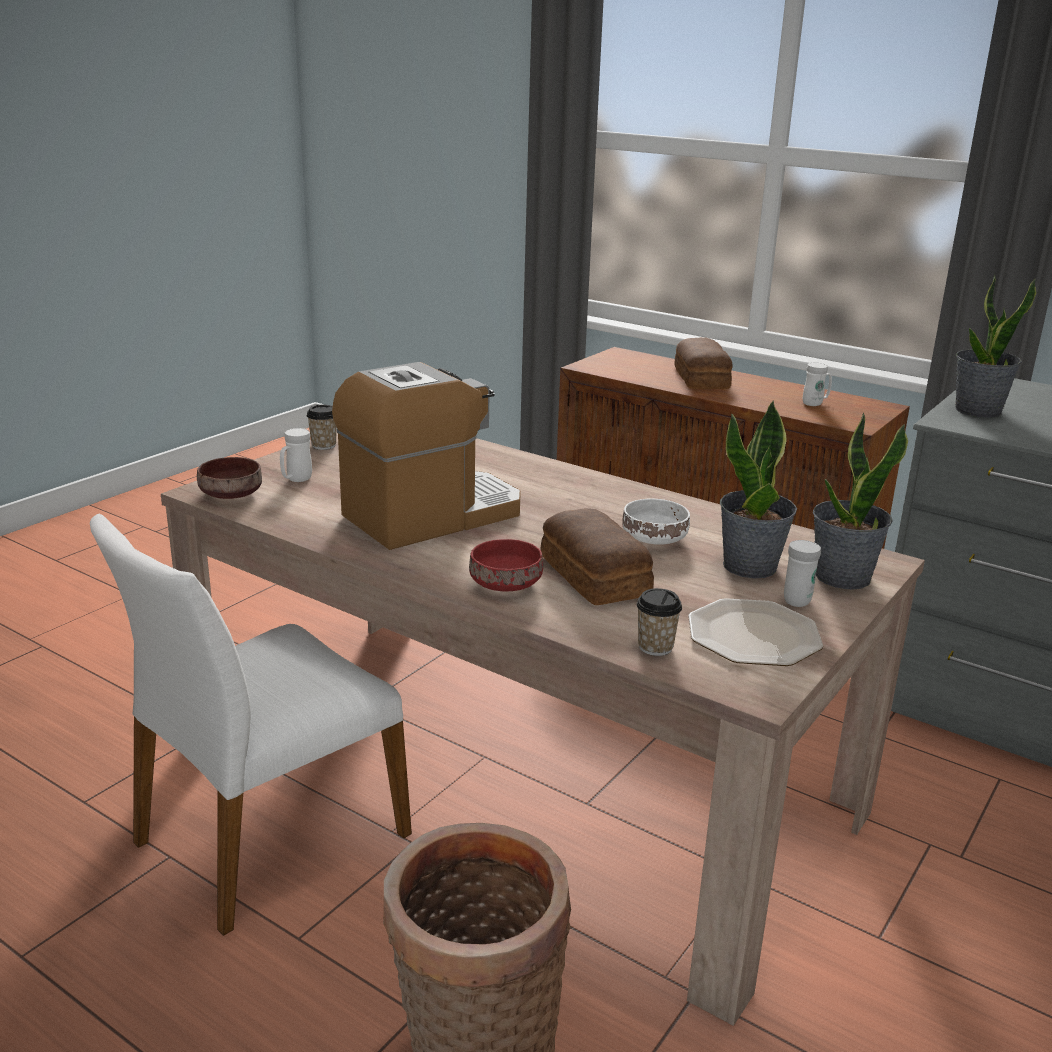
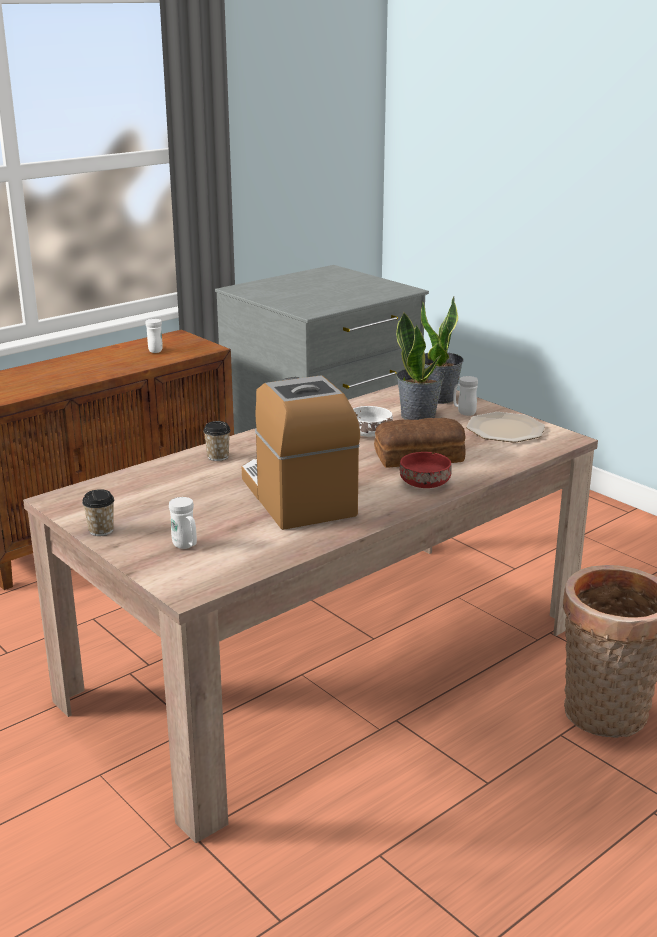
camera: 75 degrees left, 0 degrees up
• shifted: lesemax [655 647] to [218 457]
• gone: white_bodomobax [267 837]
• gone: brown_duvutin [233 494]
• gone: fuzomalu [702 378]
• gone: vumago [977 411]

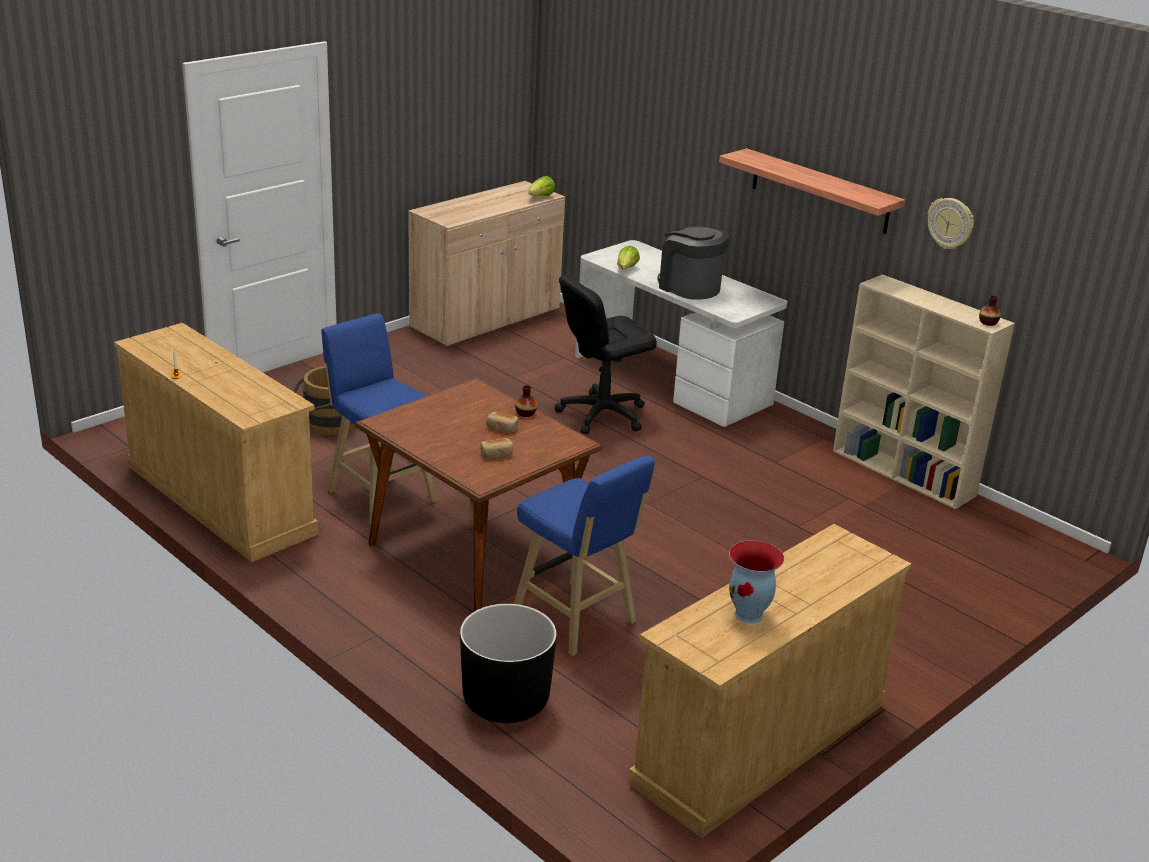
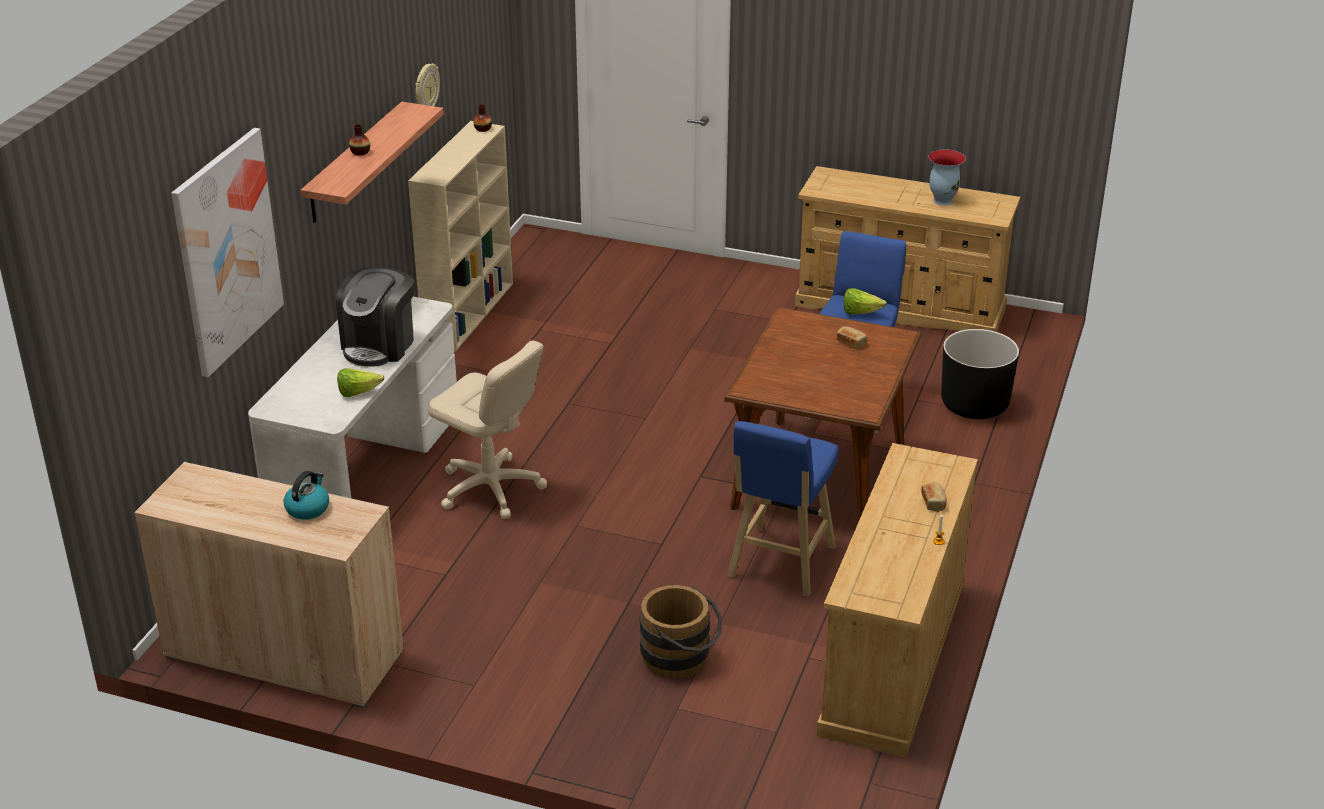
camera: 115 degrees left, 5 degrees up
• new: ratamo [226 251]
• new: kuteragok [308 508]
• shifted: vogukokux [525 413] to [360 152]
• repainted: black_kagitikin [602 414] to beige_kagitikin [490 488]
• shifted: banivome [540 197] to [860 312]
• shifted: fuzomalu [502 428] to [934 502]

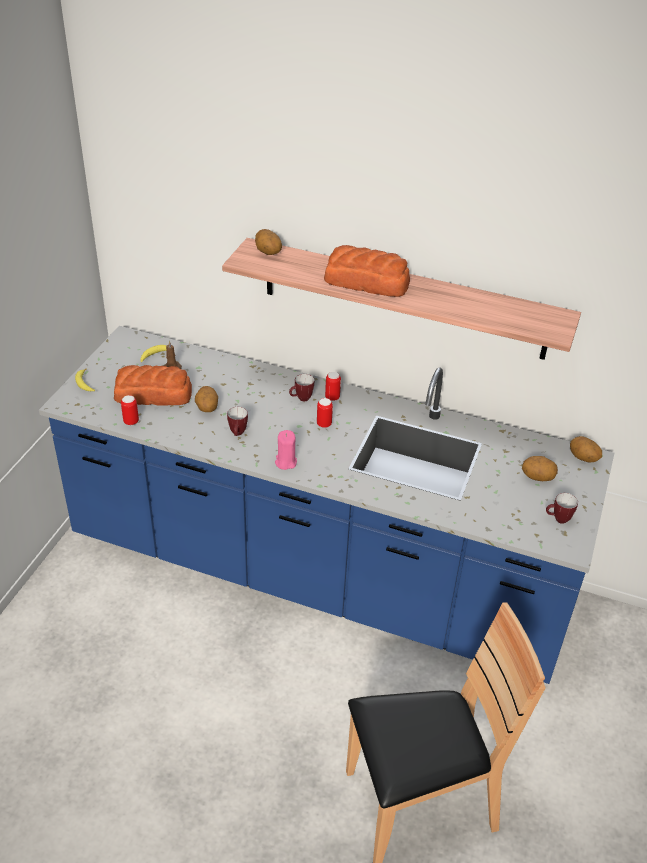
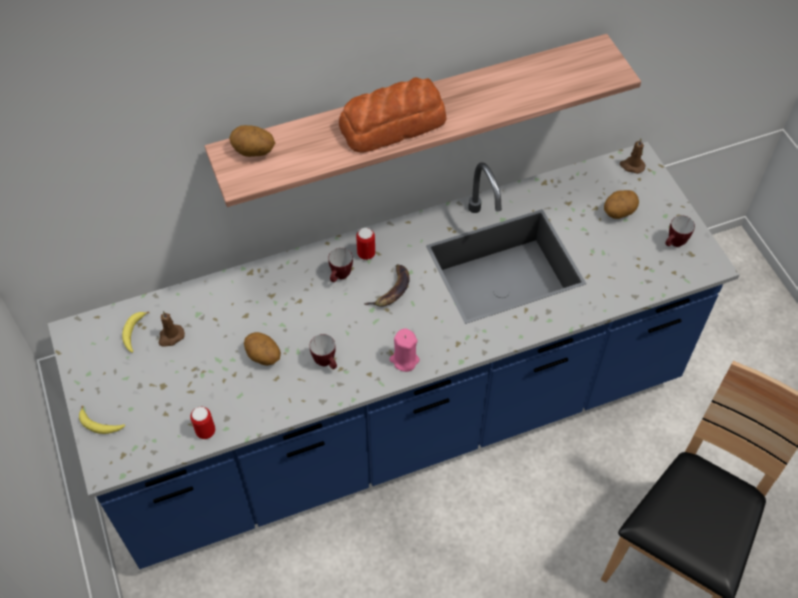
camera: 40 degrees left, 15 degrees up
• swapped: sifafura [324 424] to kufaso [391 290]
• swapped: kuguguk [583 458] to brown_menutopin [632 166]
• gone: fuzomalu [154 394]

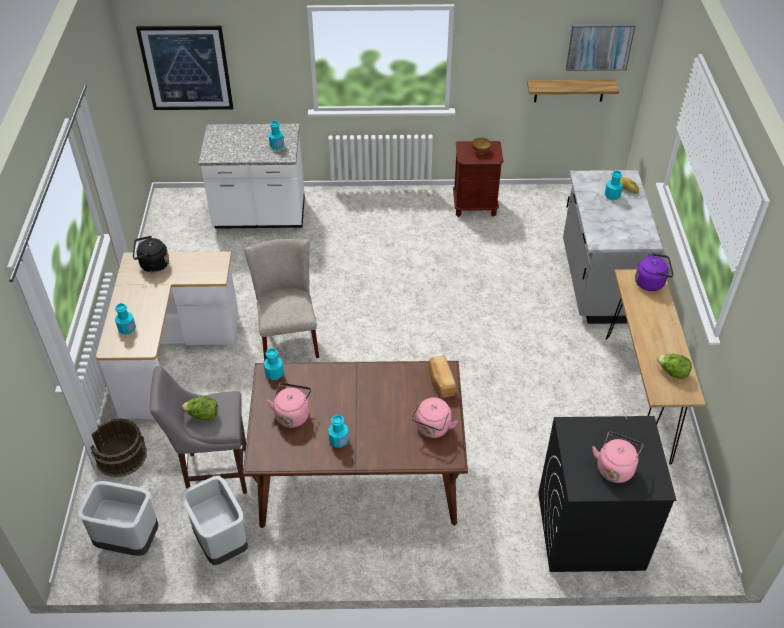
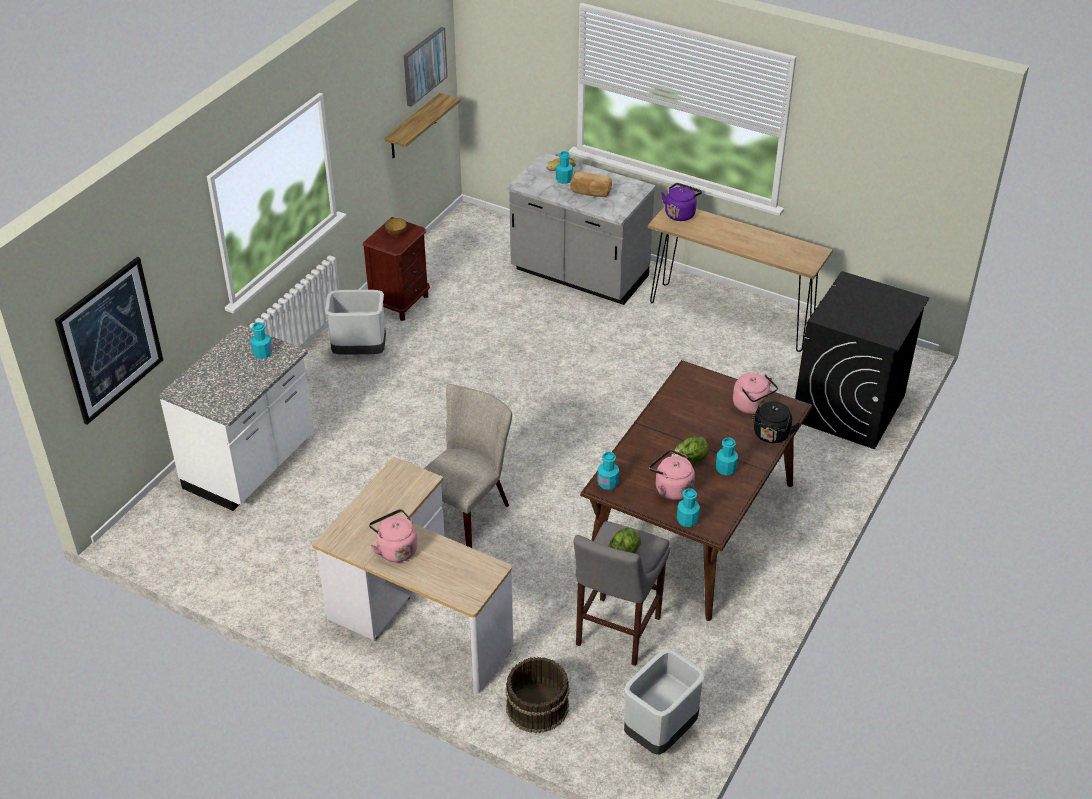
camera: 60 degrees left, 5 degrees down
• shifted: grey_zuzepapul [220 543] to [359 353]
• shifted: pink_kuteragok [615 467] to [395 549]
• rotated: beige_bodomobax [288 336] = [467 510] 105 degrees clockwise
• shifted: fuzomalu [440 382] to [590 192]
• shifted: banivome [672 372] to [689 460]
• shifted: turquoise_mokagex [127 329] to [687 520]
• shifted: black_kuteragok [152 265] to [771 436]

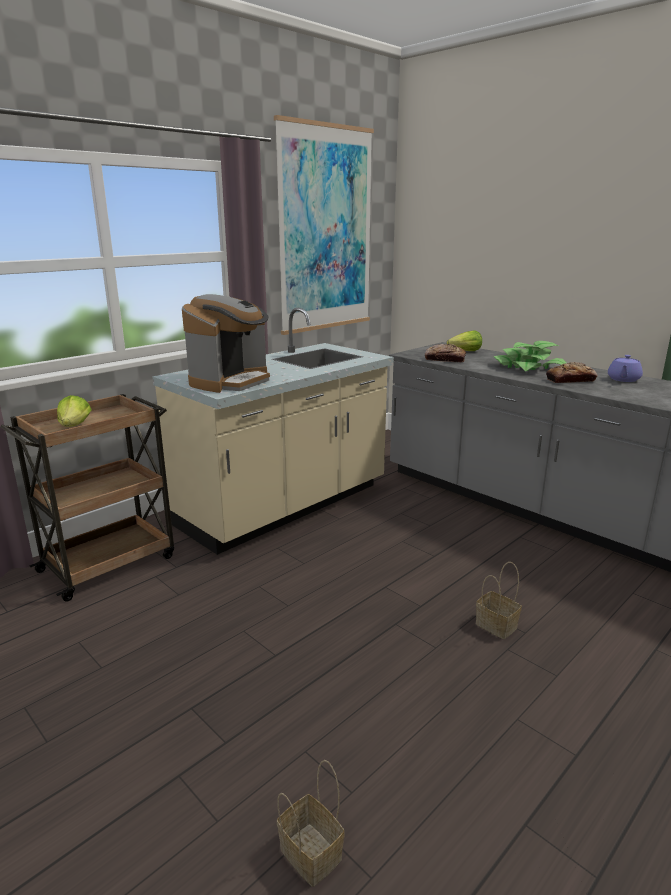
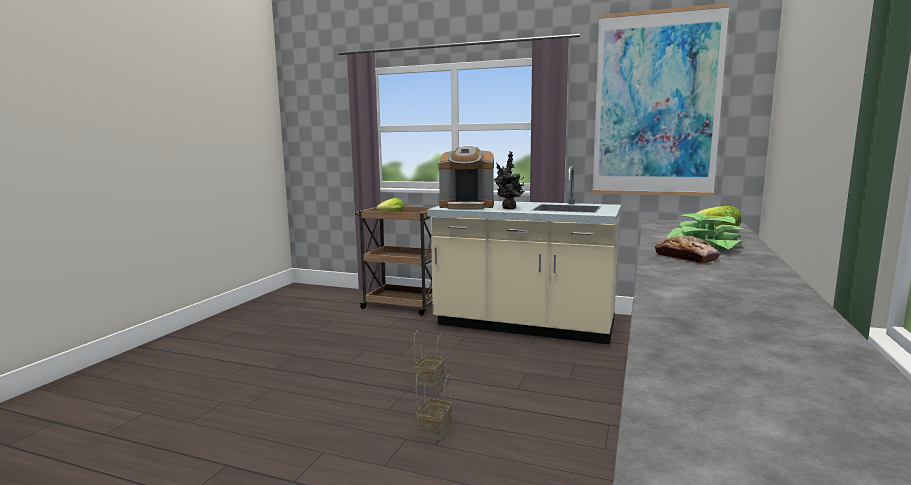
camera: 65 degrees right, 10 degrees down
• shifted: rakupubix [308 853] to [429 380]
• new: vumago [508 208]
• gone: fuzomalu [445 359]
• gone: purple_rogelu [623 379]

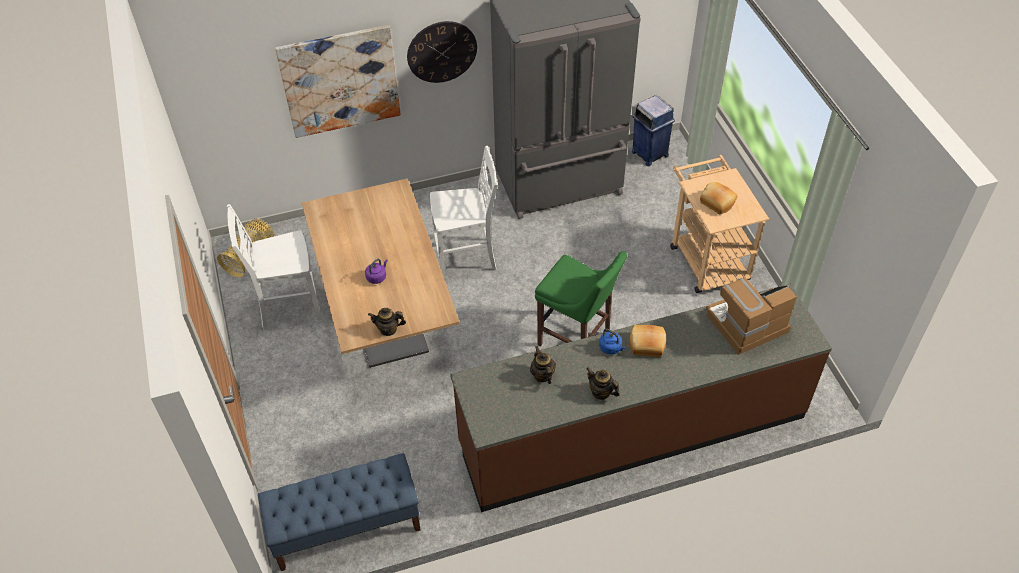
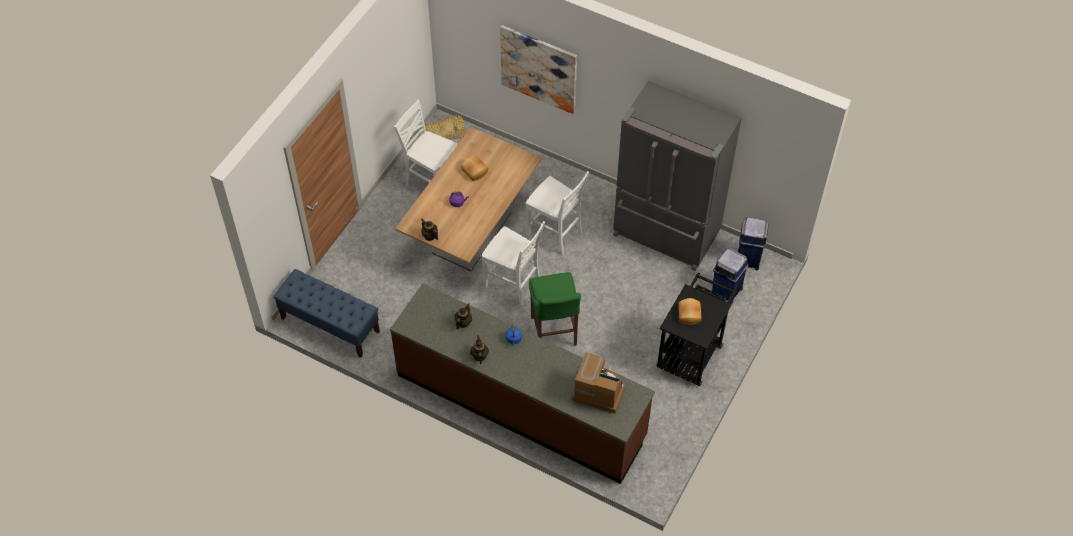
camera: 45 degrees right, 5 degrees up
• shifted: fuzomalu [647 346] to [474 171]
• new: white_bodomobax [513 284]
• repainted: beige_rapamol [706 257] to black_rapamol [692 351]
• new: blue_zuzepapul [726 290]
• gone: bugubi [442 52]

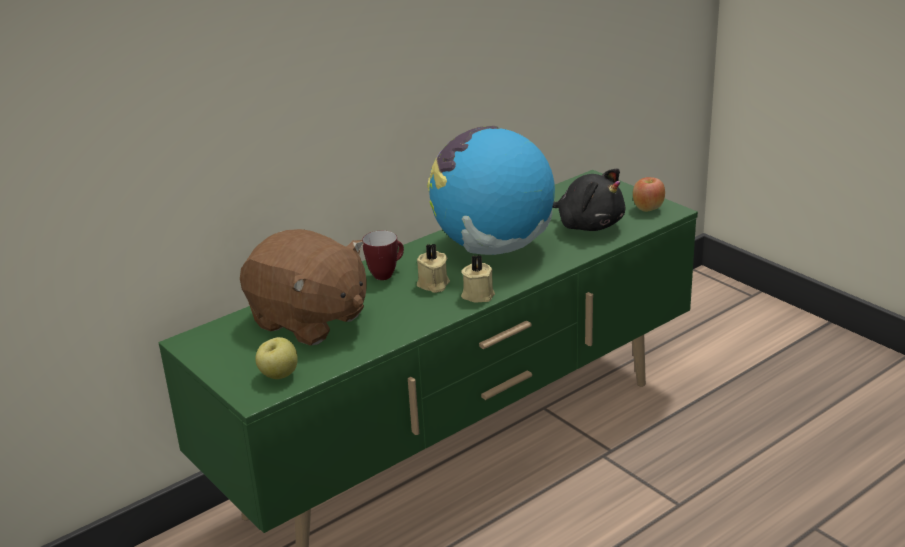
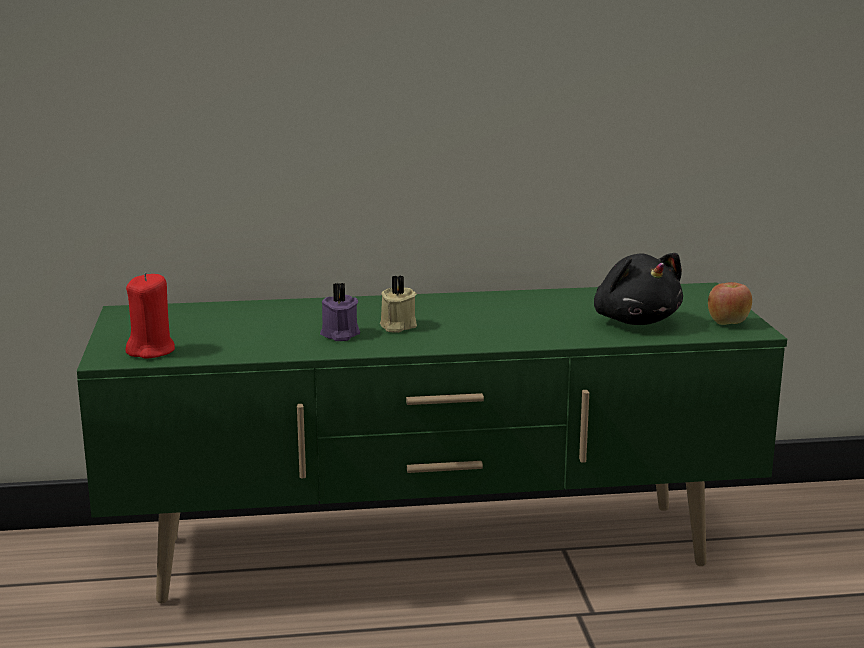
camera: 30 degrees right, 10 degrees down
• swapped: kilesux [279 375] to red_menutopin [151 351]
• new: purple_menutopin [339 335]
• gone: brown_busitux [309 320]
• gone: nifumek [386 274]
• gone: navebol [493 248]
• gone: beige_menutopin [477 294]

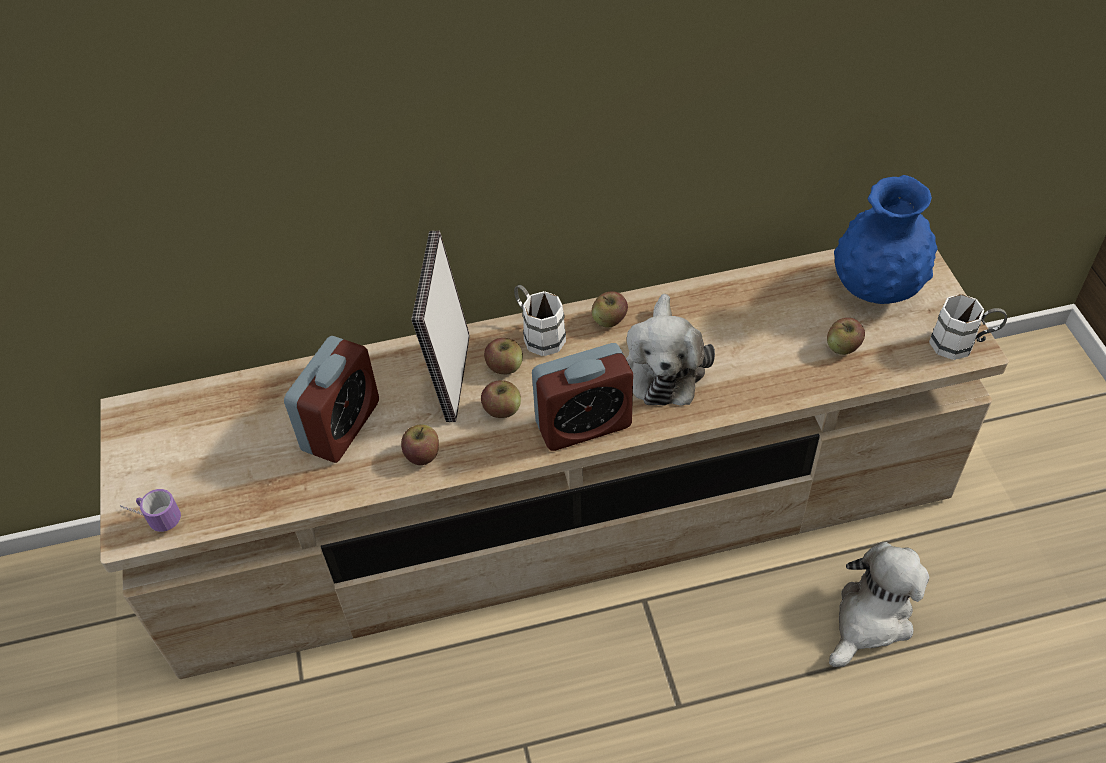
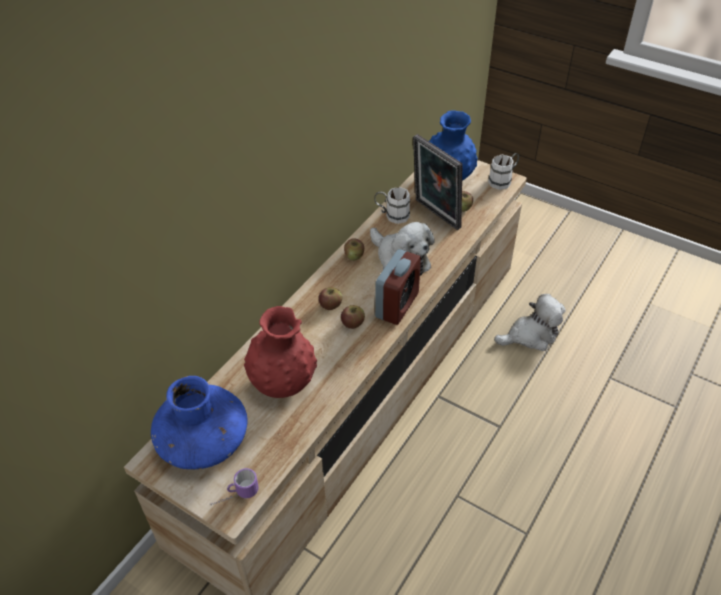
camera: 45 degrees left, 5 degrees down
• new: blue_vogukokux [203 441]
• swapped: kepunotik [341 426] to red_vogukokux [283 383]
• shifted: white_nifumek [538 334] to [392 215]
• shifted: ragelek [450 377] to [435 215]
• rotated: busitux [871 618] = [531 335] 75 degrees clockwise
• gone: kilesux [422 454]

